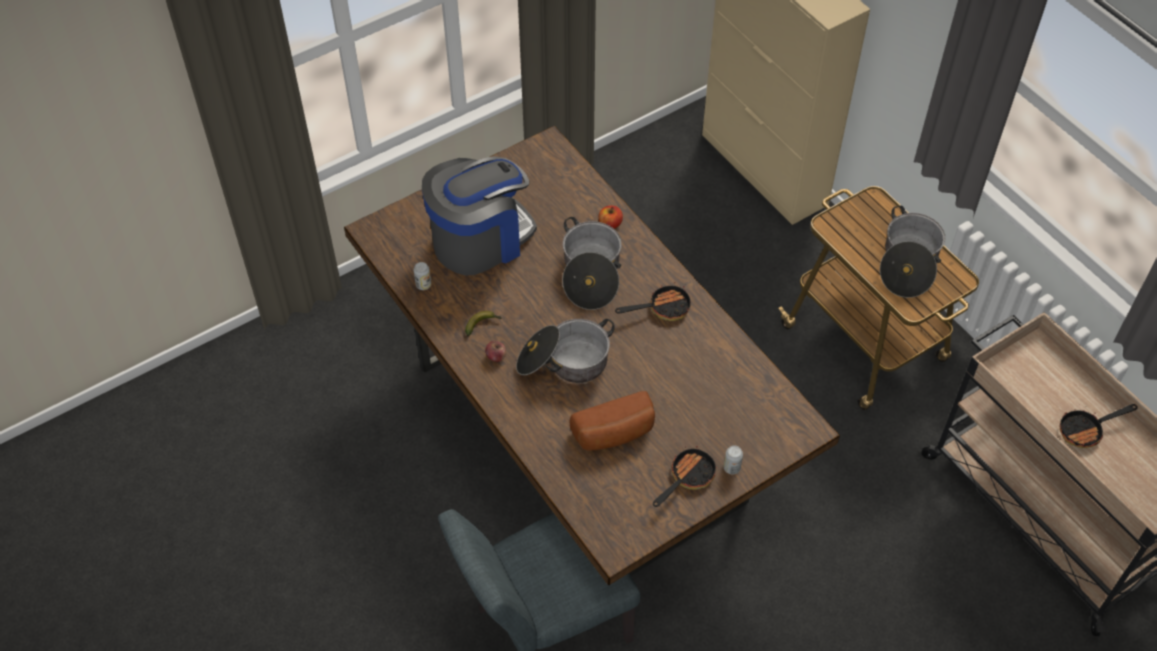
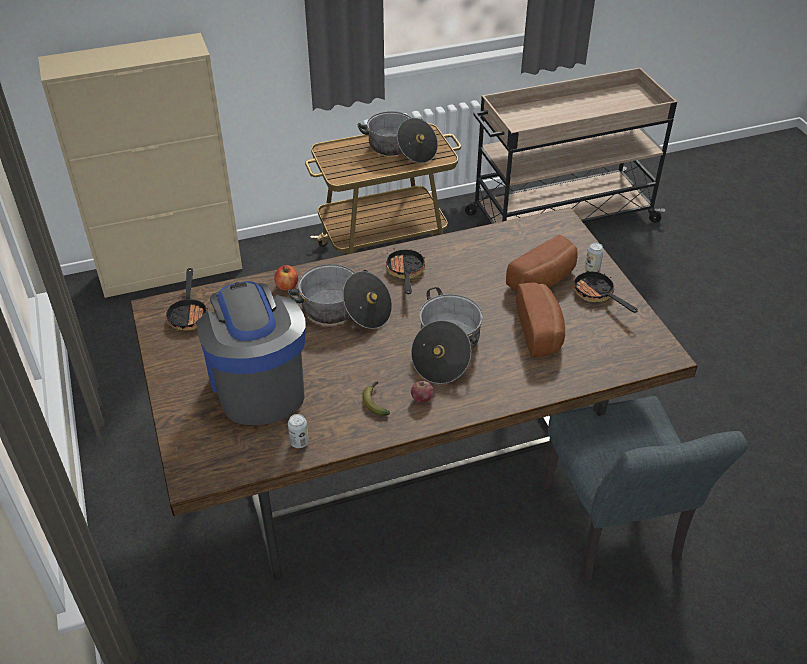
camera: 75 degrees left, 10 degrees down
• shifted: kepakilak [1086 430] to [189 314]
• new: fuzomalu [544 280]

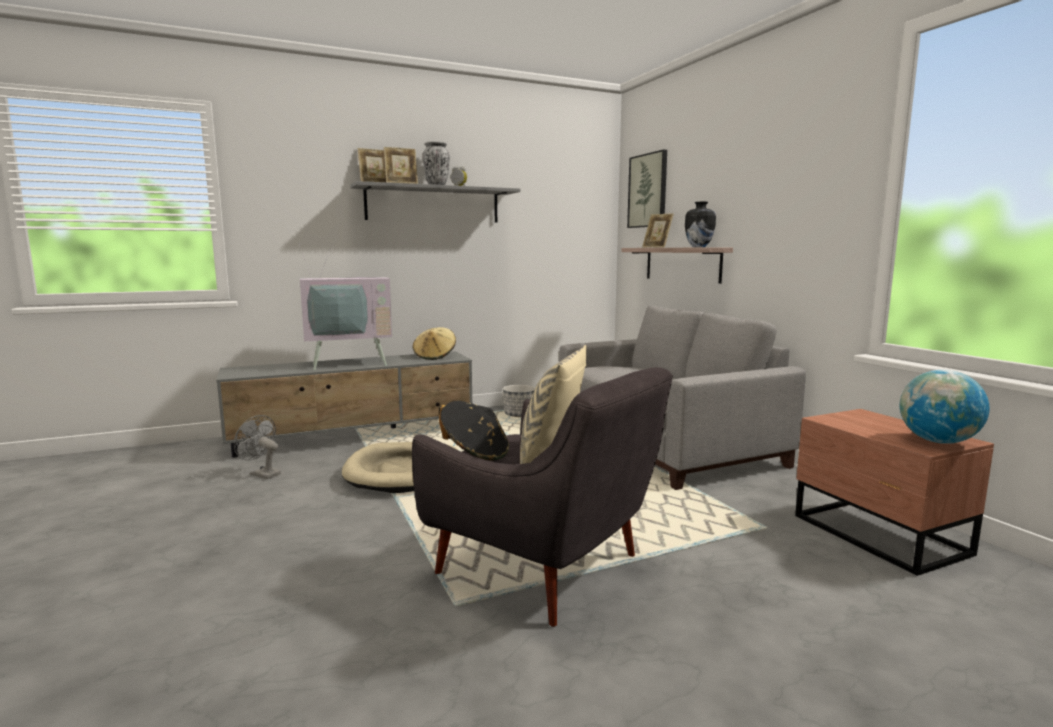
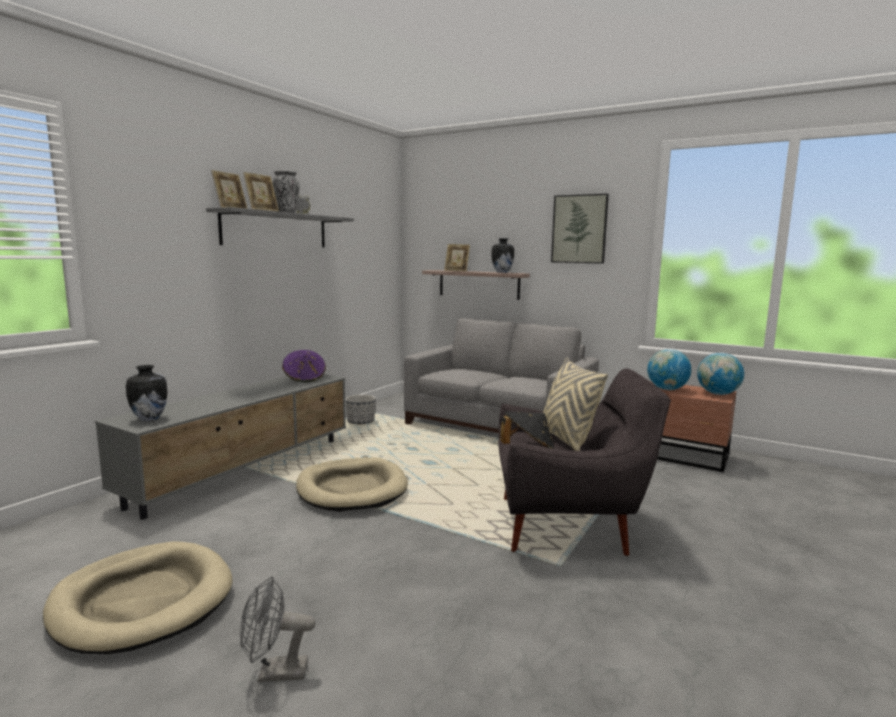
camera: 35 degrees left, 0 degrees up
• new: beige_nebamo [143 601]
• new: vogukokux [149 418]
• shifted: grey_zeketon [261 474] to [274 673]
• repainted: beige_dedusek [435 356] to purple_dedusek [304 378]
• shifted: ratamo [648 190] to [579 229]
• new: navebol [667 389]
• gone: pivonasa [349 363]

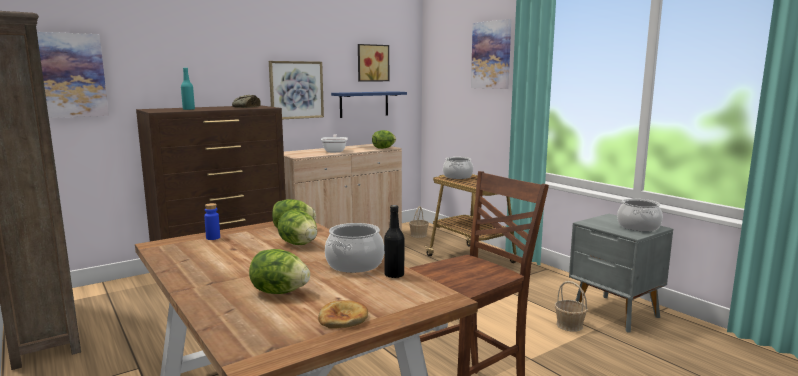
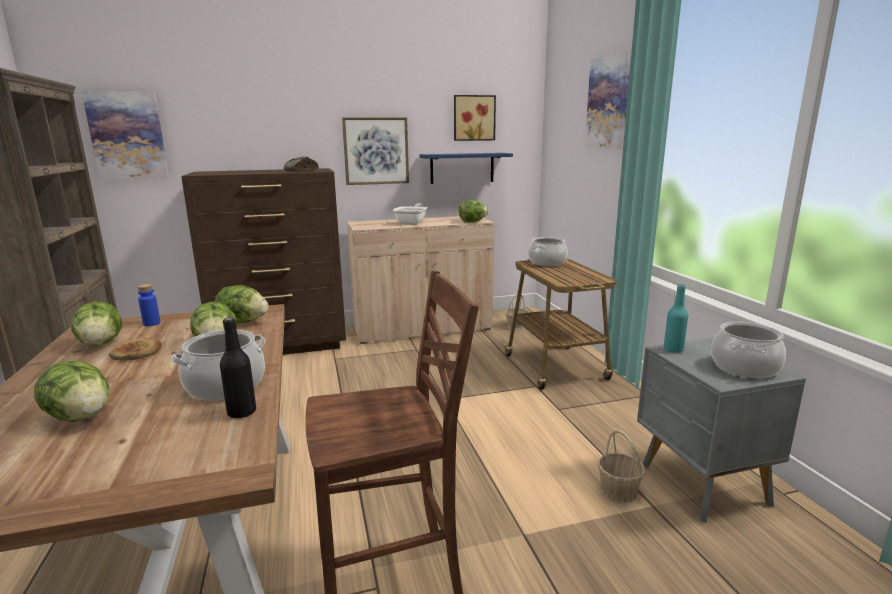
camera: 20 degrees right, 5 degrees up
• new: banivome [101 343]
• shifted: fuzomalu [343 318] to [137 353]
• shifted: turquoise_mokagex [188 109] to [673 350]

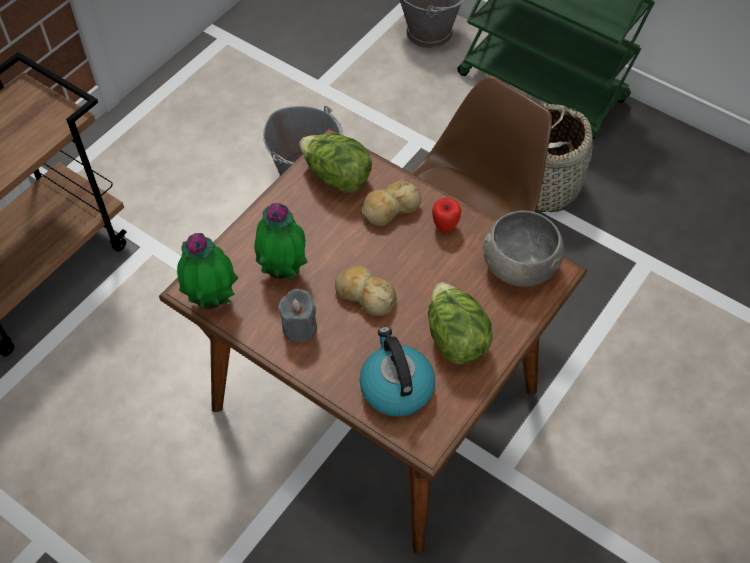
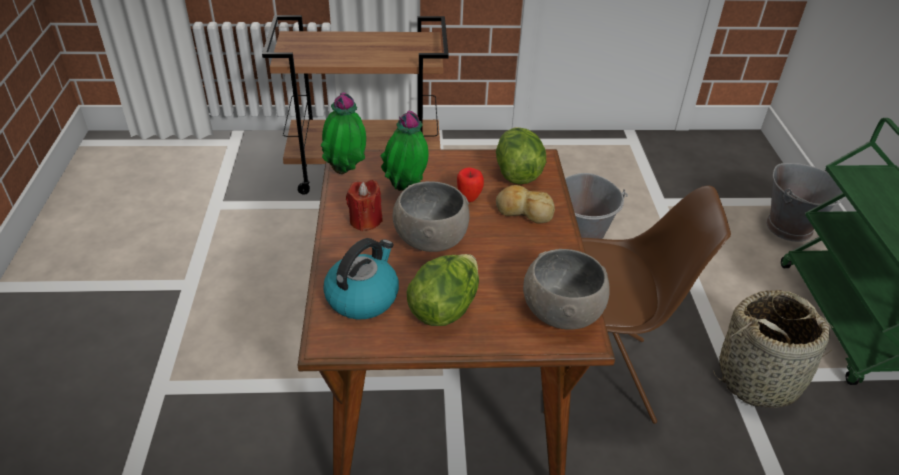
camera: 50 degrees right, 15 degrees down
• repainted: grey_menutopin [299 328] to red_menutopin [365 220]
• swapped: fuzomalu [365 295] to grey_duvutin [430 238]
• shifted: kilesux [445 226] to [469 198]

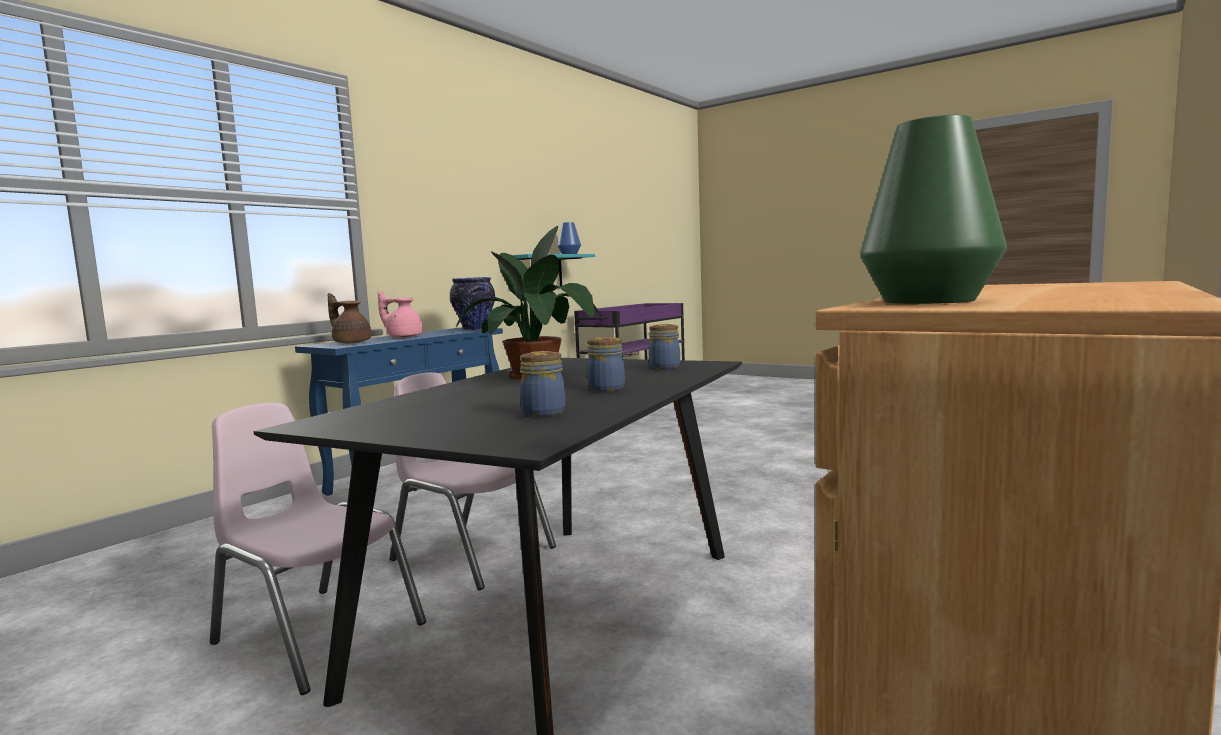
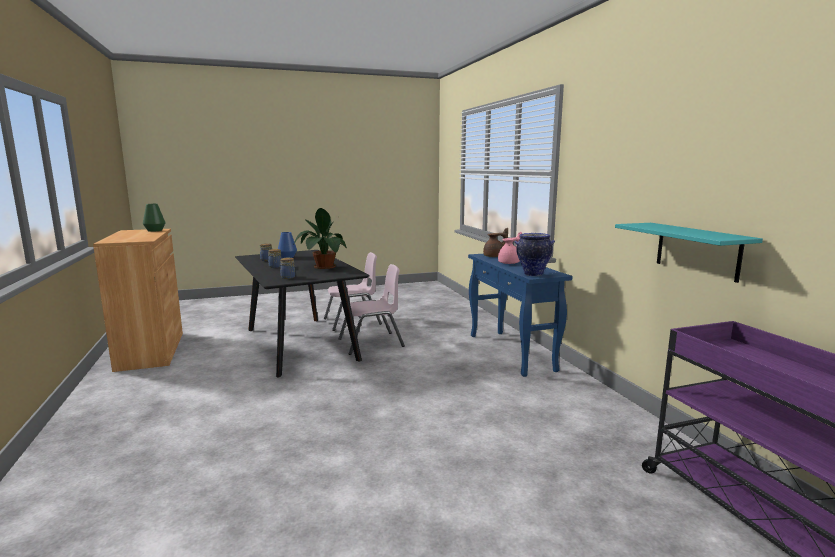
camera: 125 degrees right, 5 degrees up
• shifted: blue_vogukokux [569 254] to [287 257]

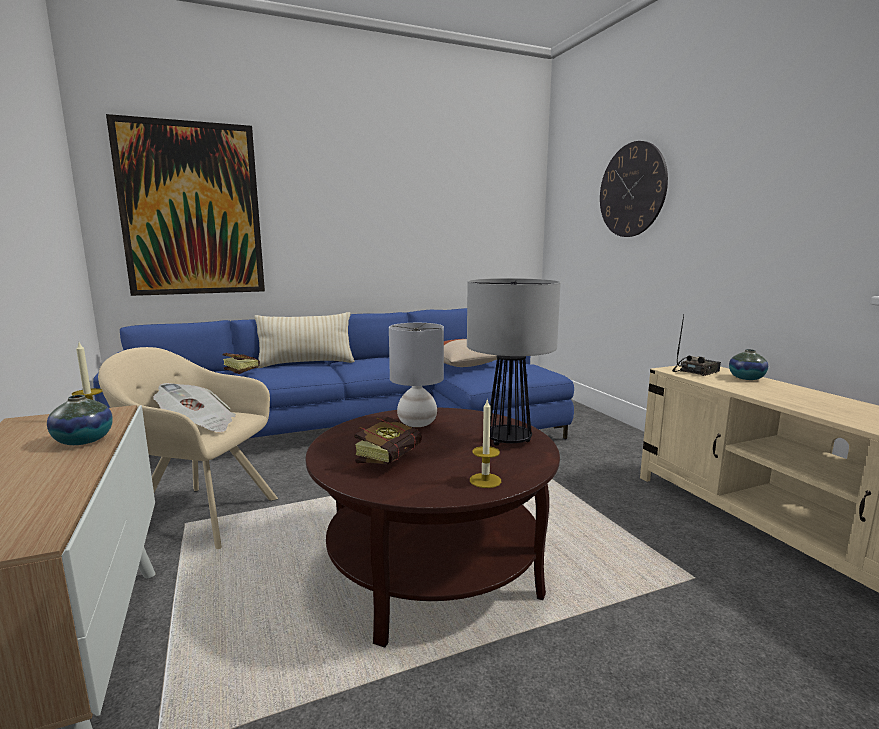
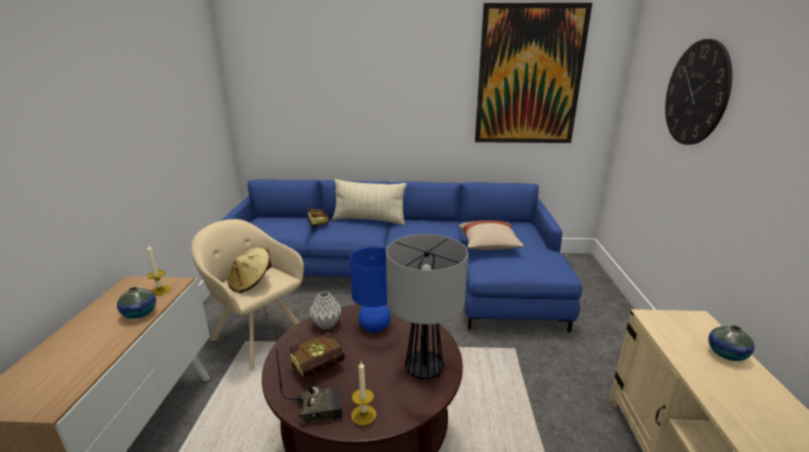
camera: 25 degrees right, 10 degrees up
• swapped: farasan [198 425] to beige_dedusek [251 283]
• shifted: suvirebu [695 371] to [319 407]
• new: grey_vogukokux [327 324]
• repainted: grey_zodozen [416 423] to blue_zodozen [374 326]
• shifted: ratamo [192 210] to [529 76]

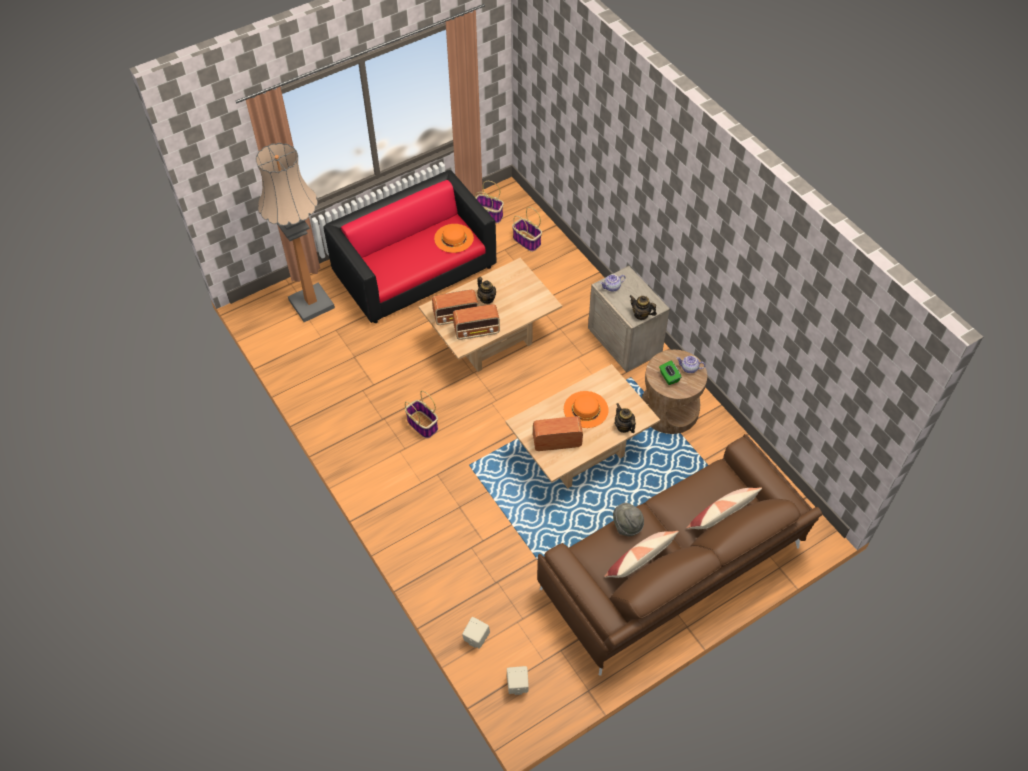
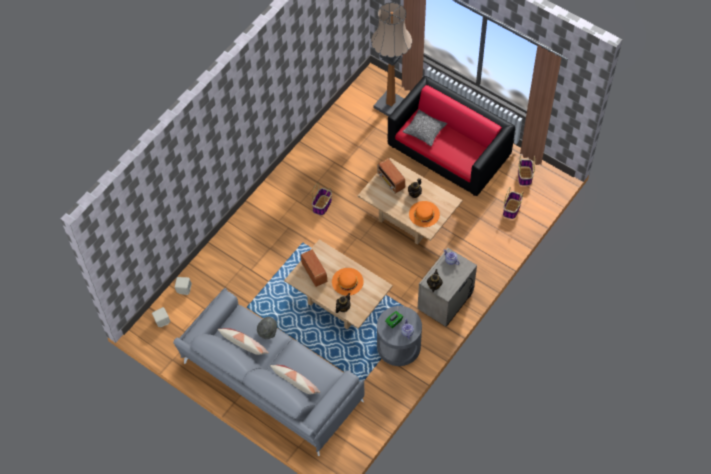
camera: 70 degrees right, 5 degrees up
• repainted: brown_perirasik [672 571] to grey_perirasik [271 383]
• repainted: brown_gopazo [669 410] to grey_gopazo [398 346]
• new: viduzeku [424 131]
• shifted: orange_dedusek [453 238] to [424 214]
• gone: suvirebu [477 331]

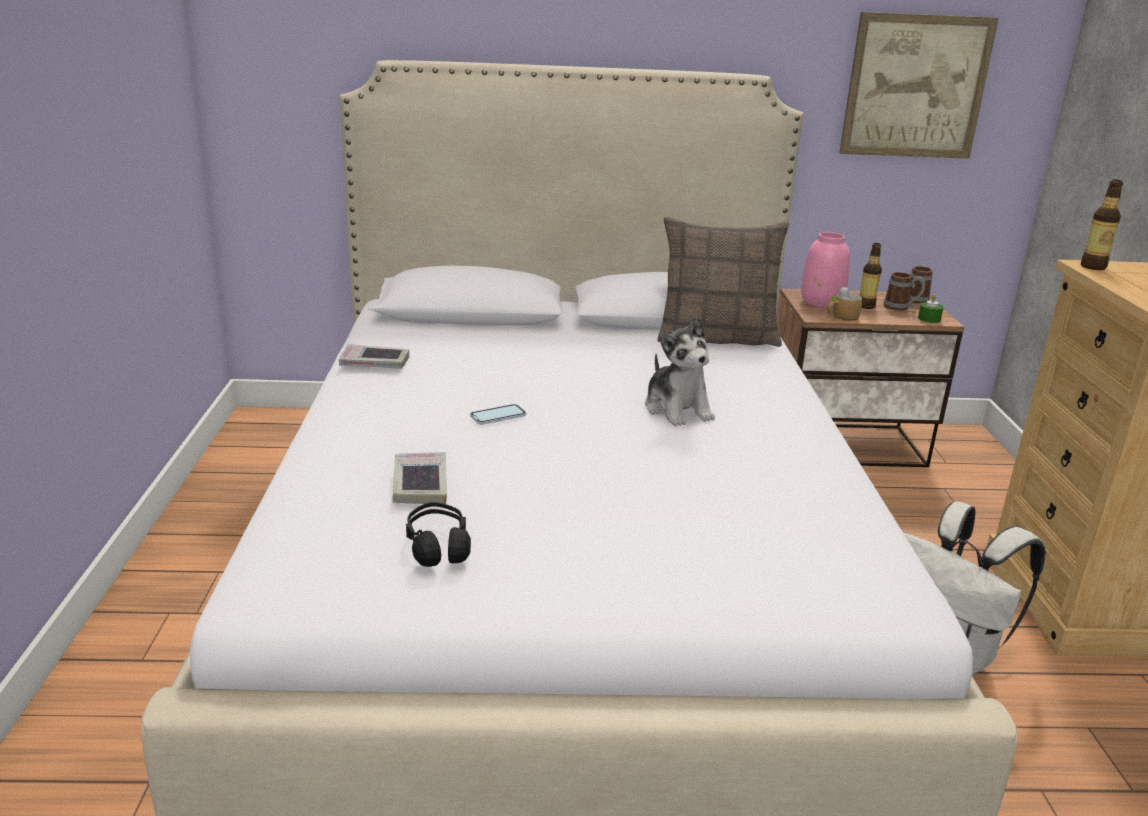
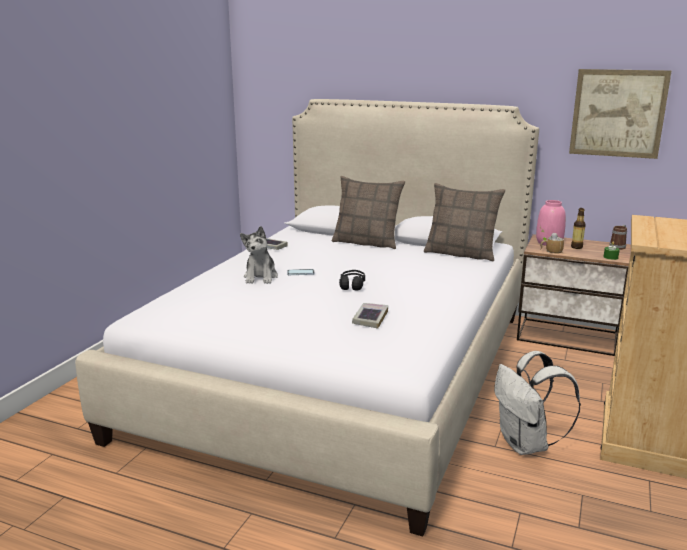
camera: 25 degrees right, 5 degrees down
• shifted: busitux [677 409] to [261 277]
• new: viduzeku [367 242]
• shifted: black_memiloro [437 546] to [352 285]
• shifted: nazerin [420 485] to [370 318]
• gone: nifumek [901 307]
• gone: mokagex [1093 267]

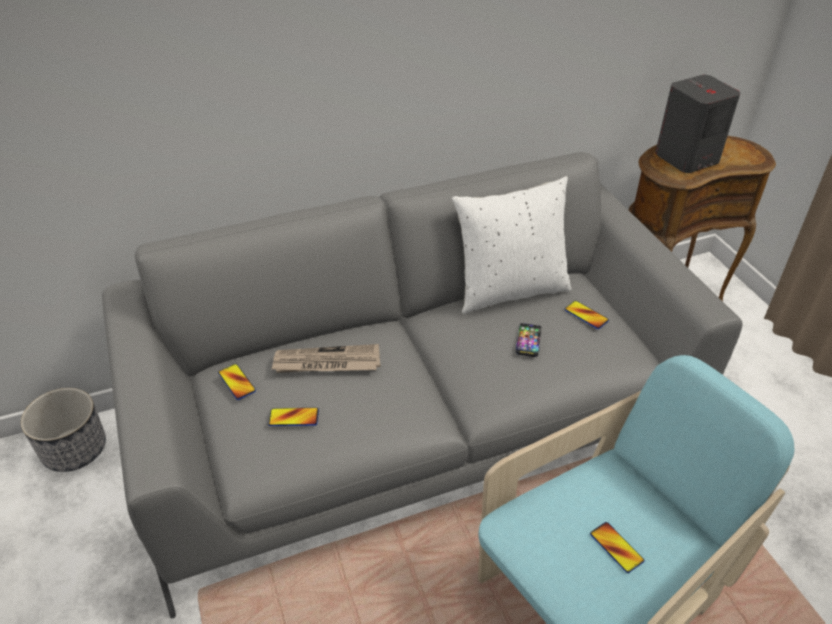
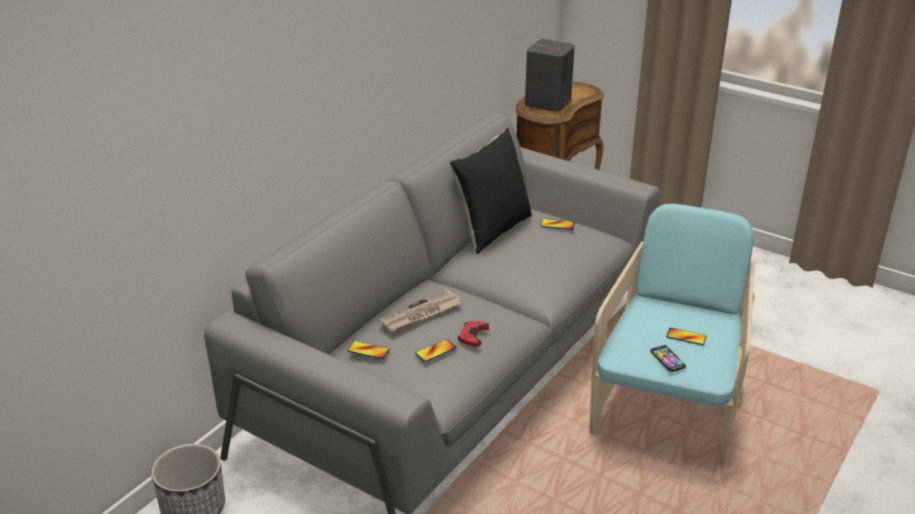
camera: 35 degrees left, 10 degrees down
• repainted: white_viduzeku [509 290] to black_viduzeku [491 229]
• new: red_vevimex [473 336]
• shifted: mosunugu [528 340] to [667 359]

